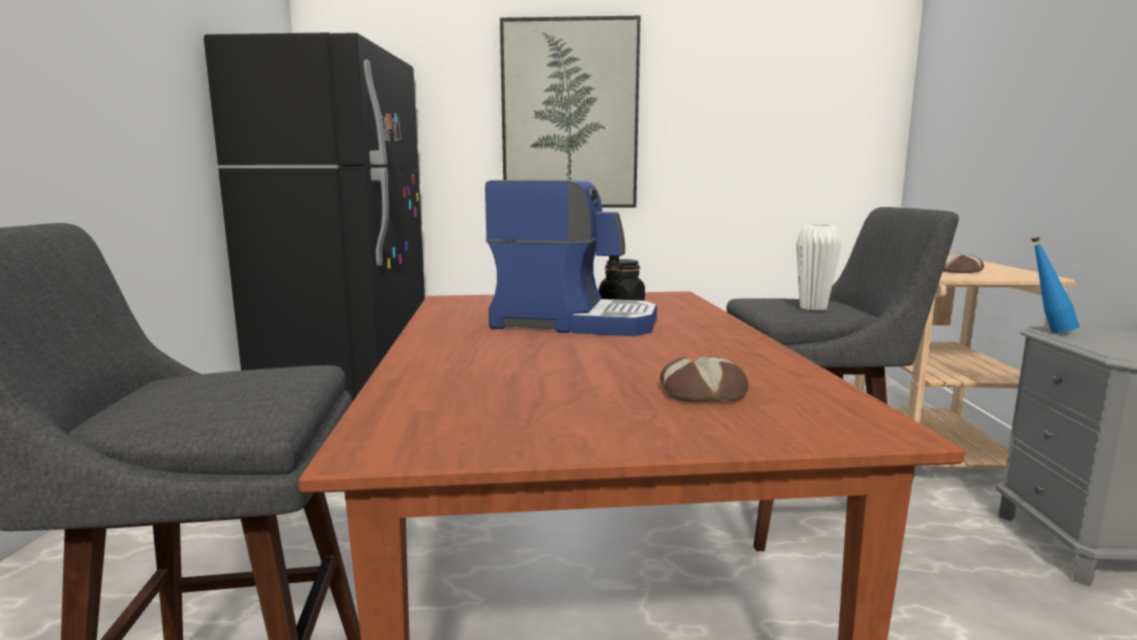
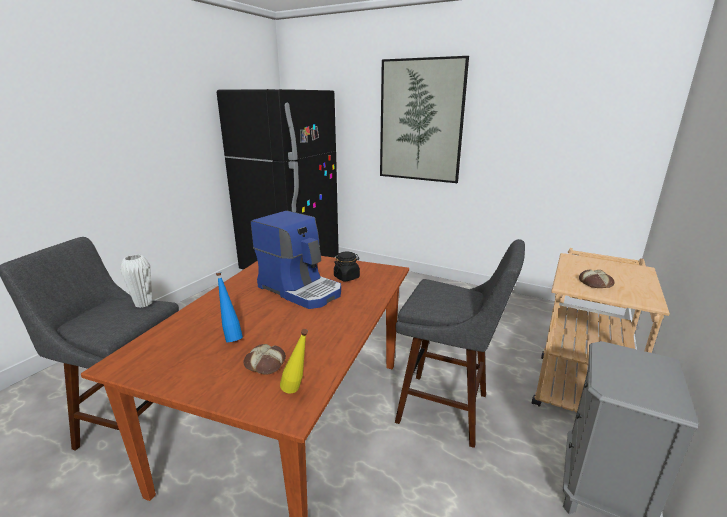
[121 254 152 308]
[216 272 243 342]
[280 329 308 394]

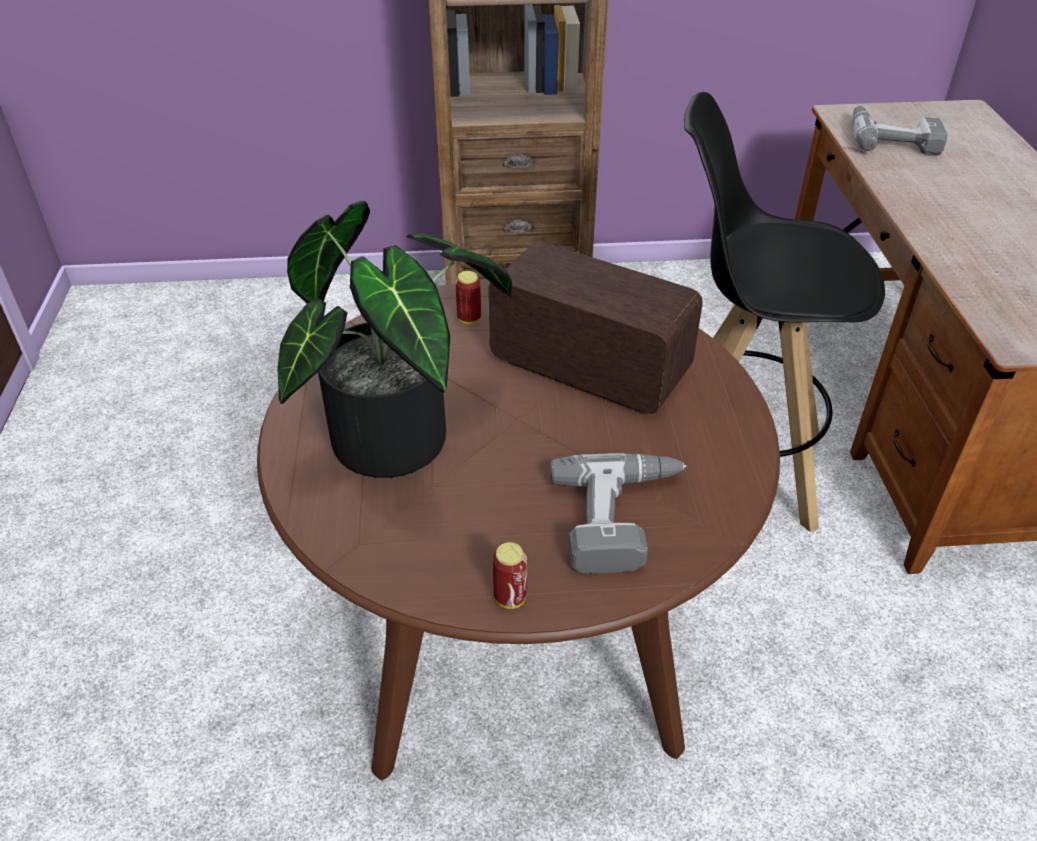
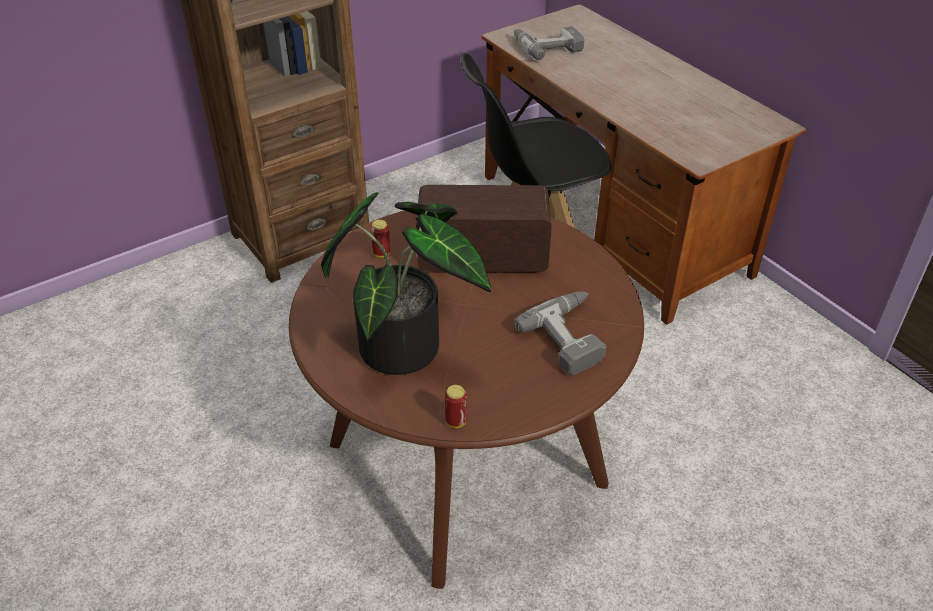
[445 385 467 428]

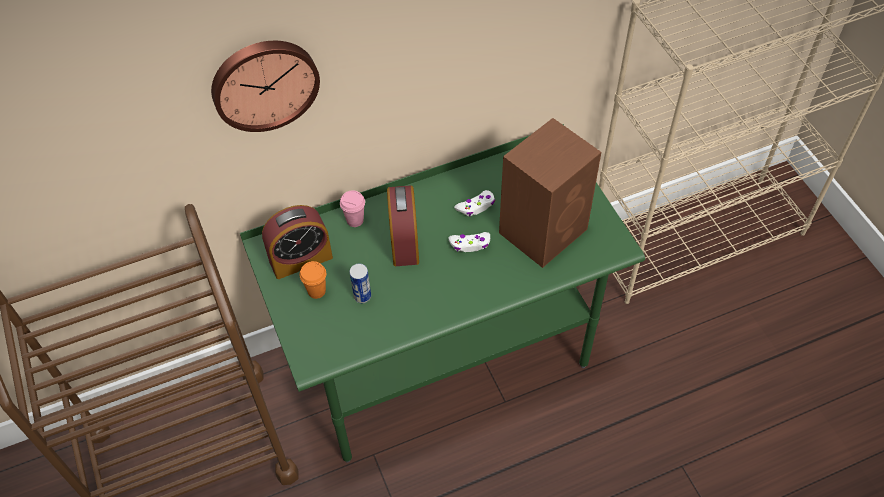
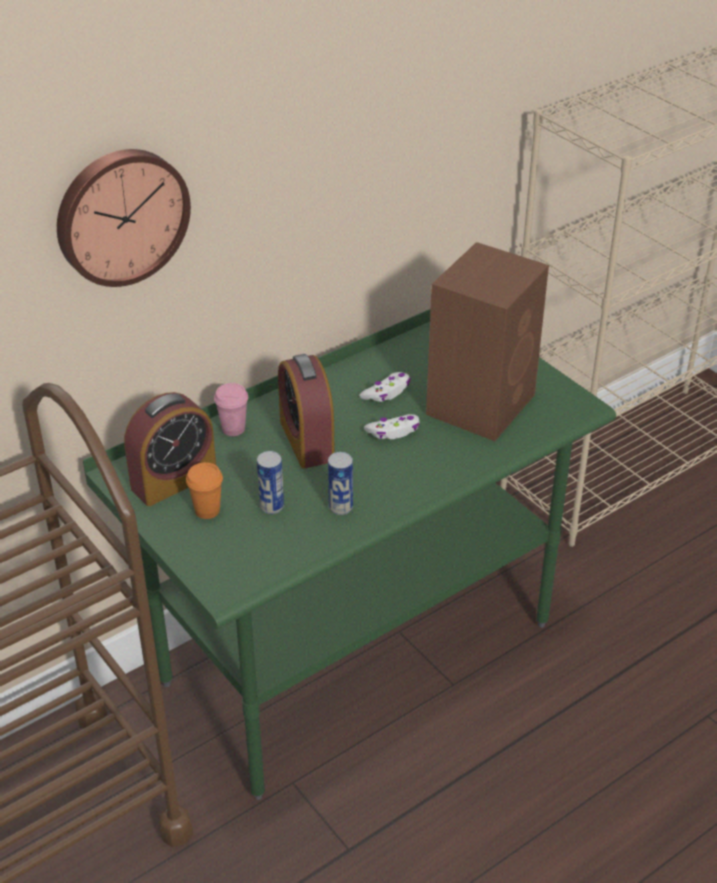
[328 452 353 515]

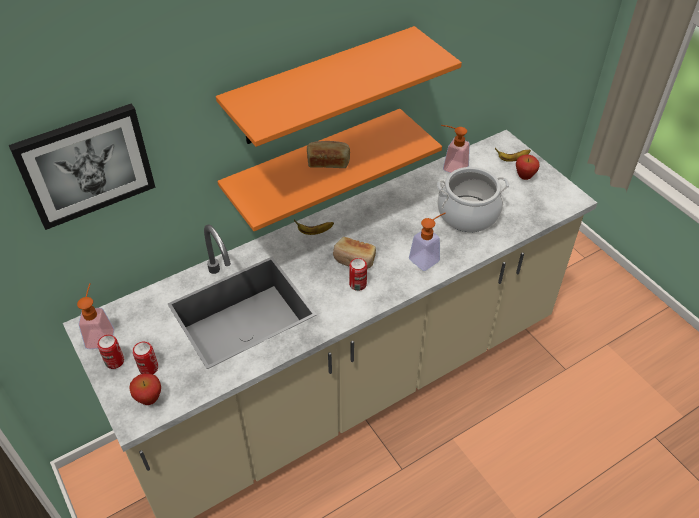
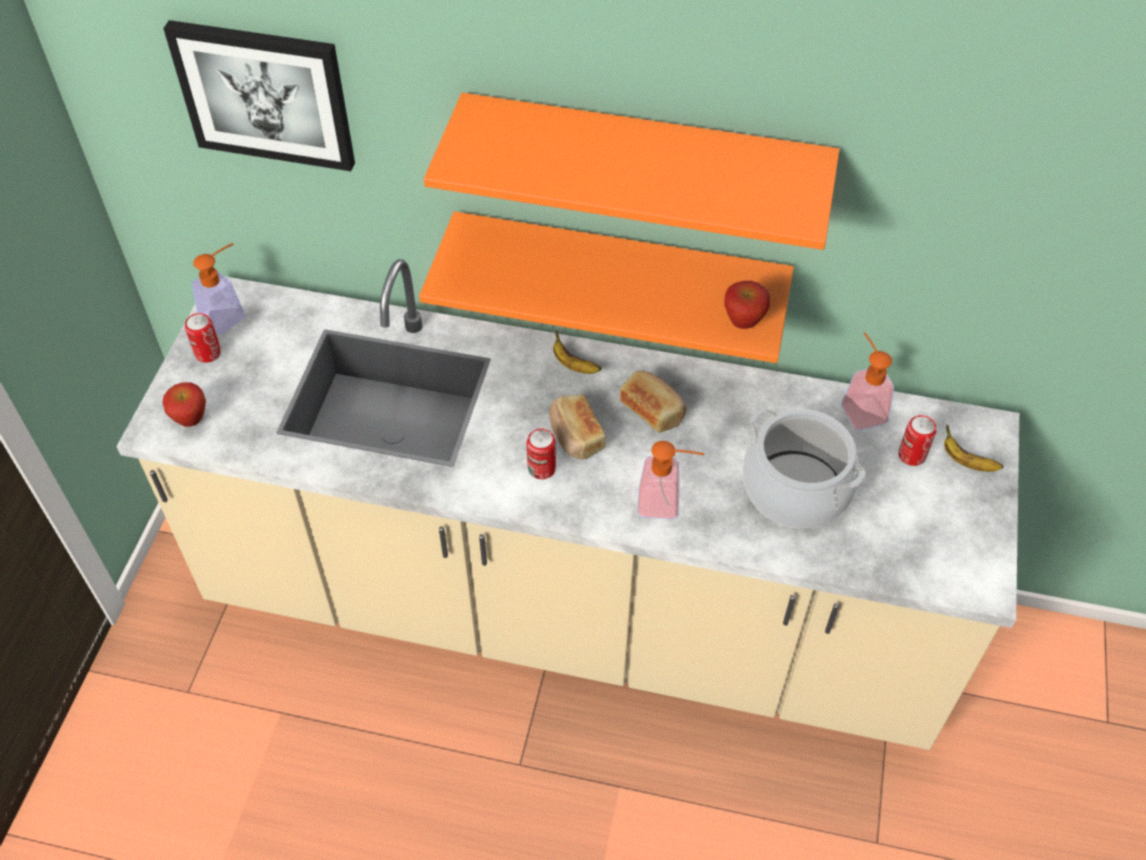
[898 415 936 466]
[619 370 686 433]
[725 281 770 329]

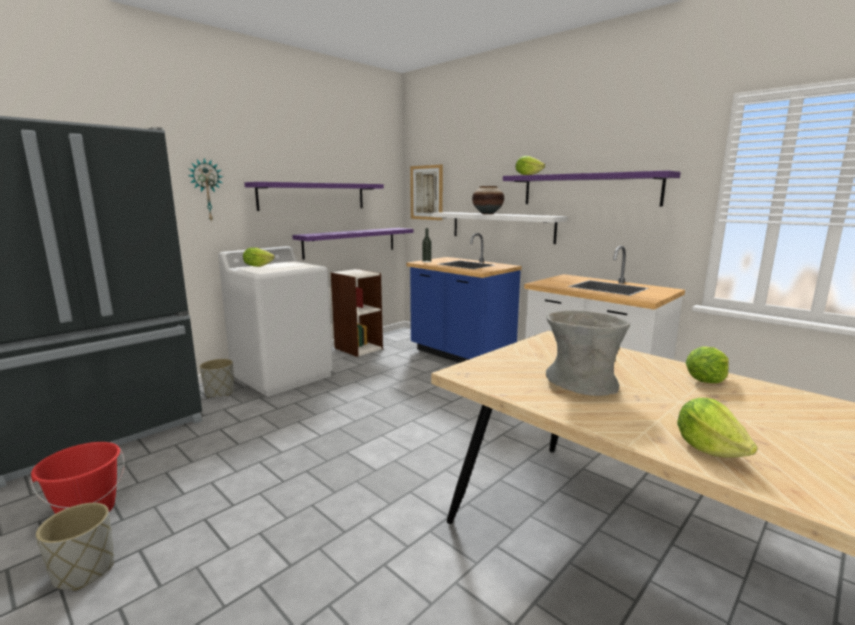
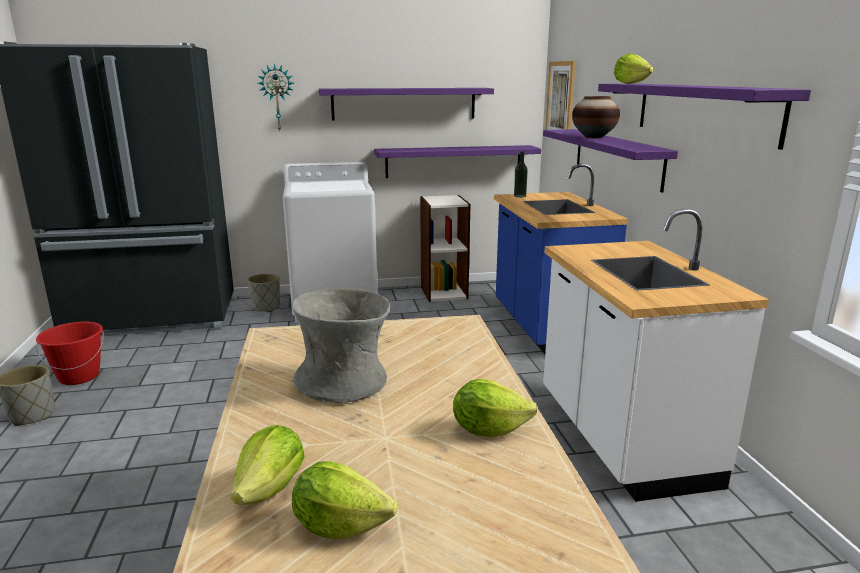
[292 461 397 540]
[543 129 678 193]

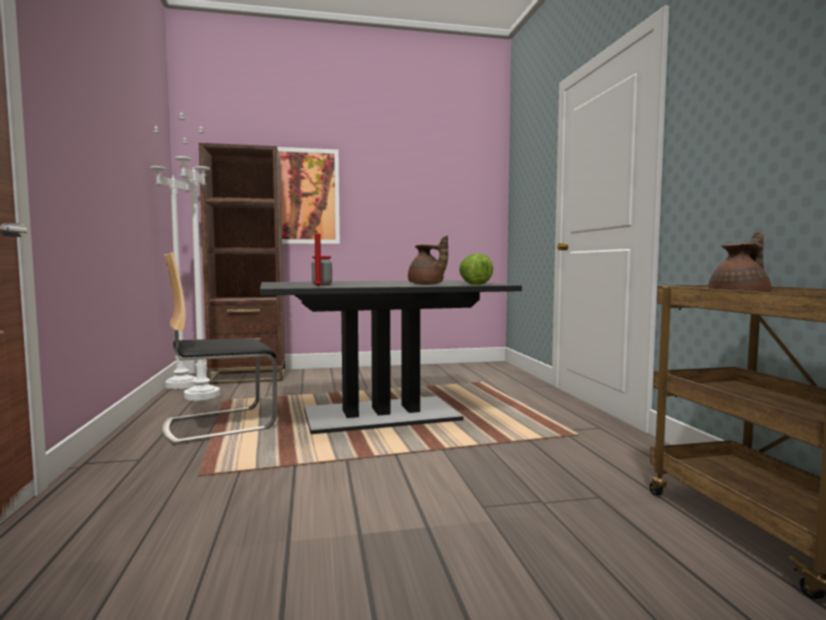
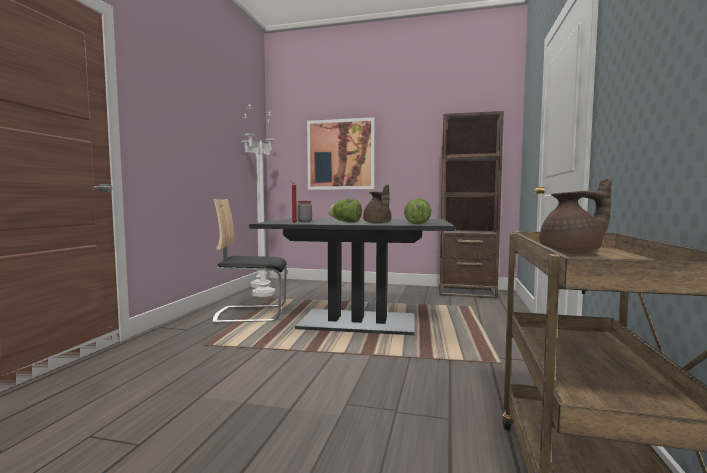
[439 111 504 299]
[328 198 362 223]

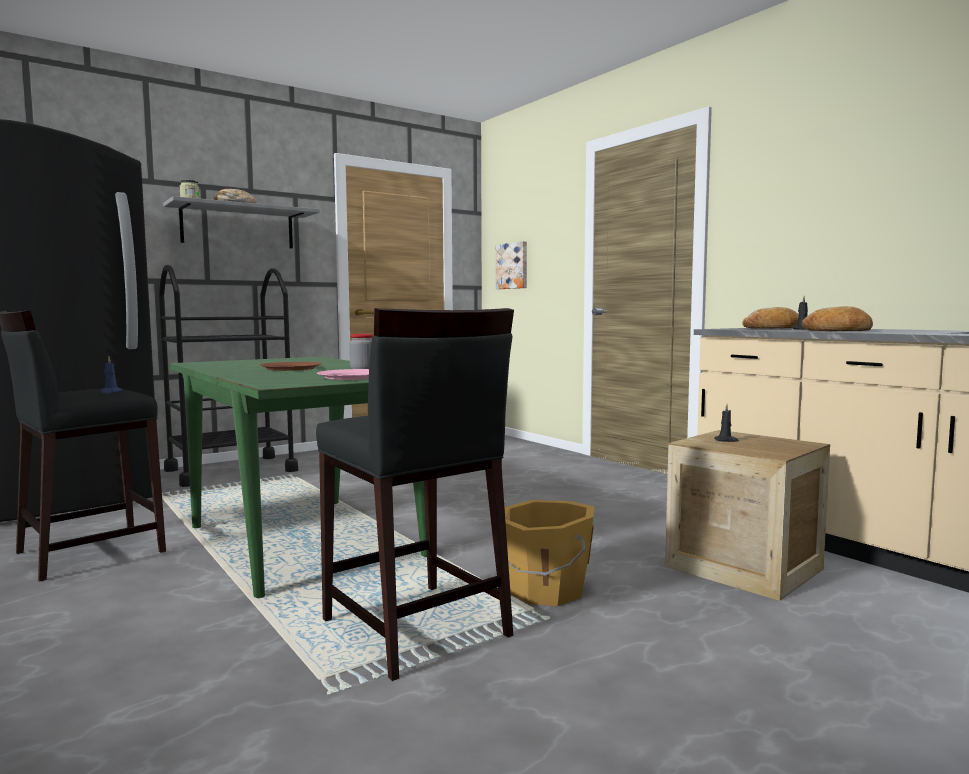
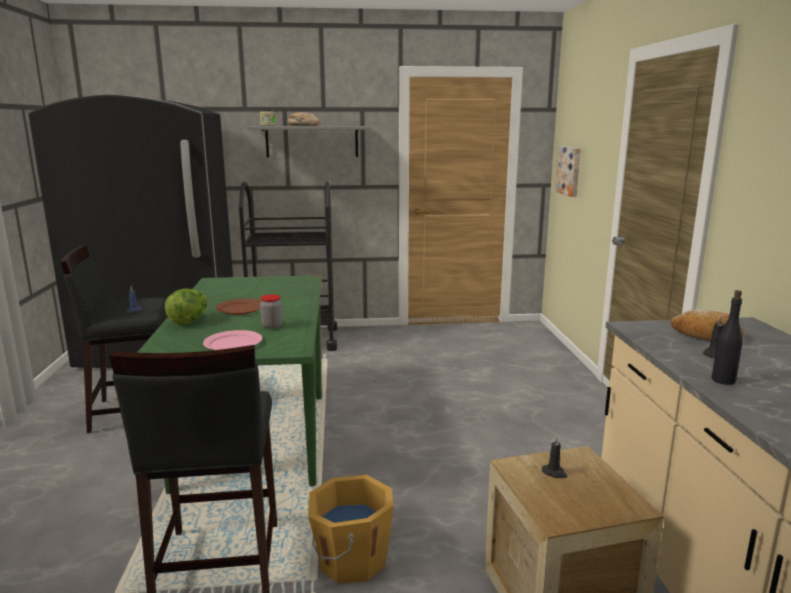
[712 290 743 385]
[165 288 207 325]

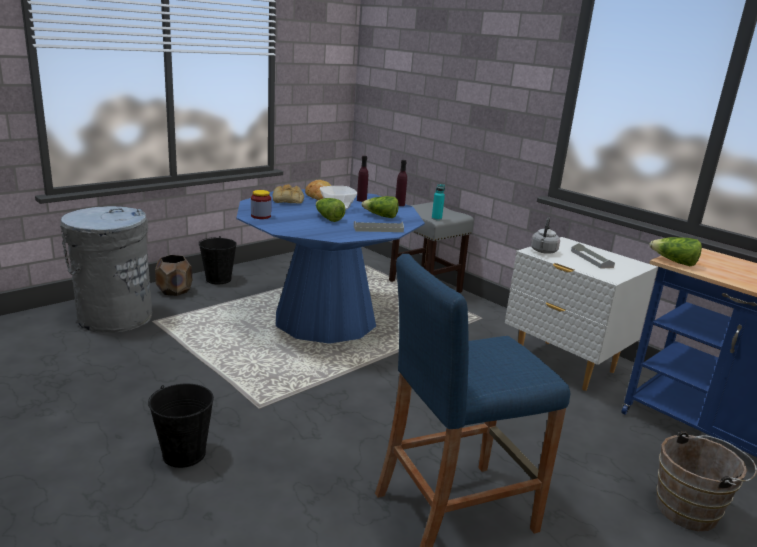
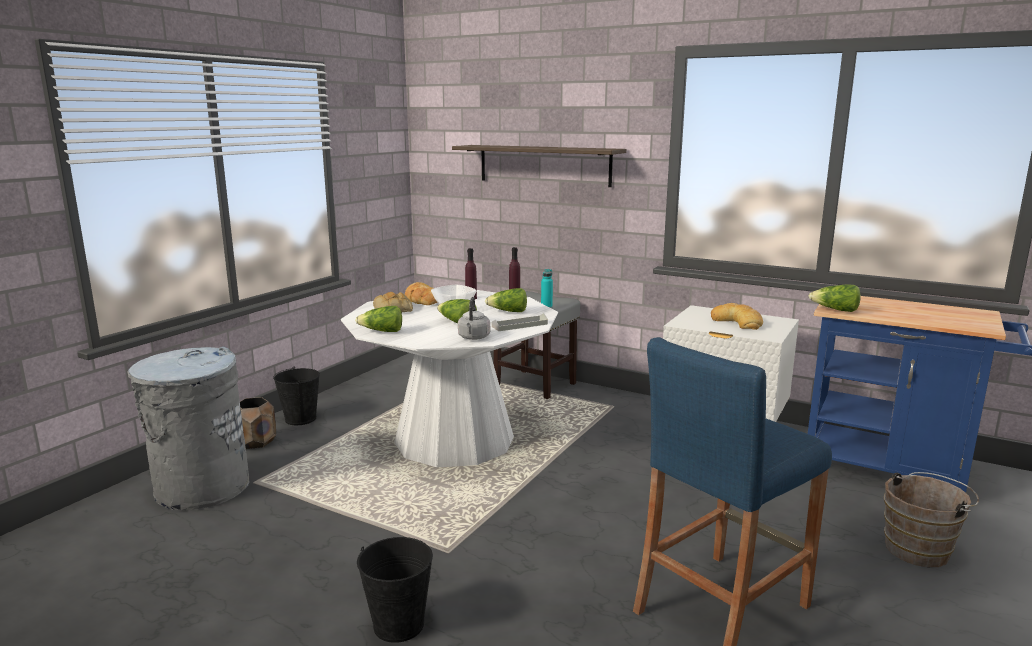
[341 290 558 467]
[355 306 402 332]
[458 297 490 340]
[711 303 763 330]
[452 145 626 187]

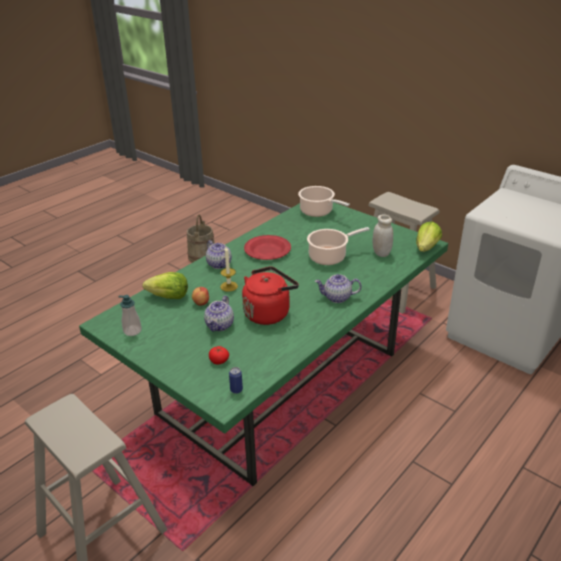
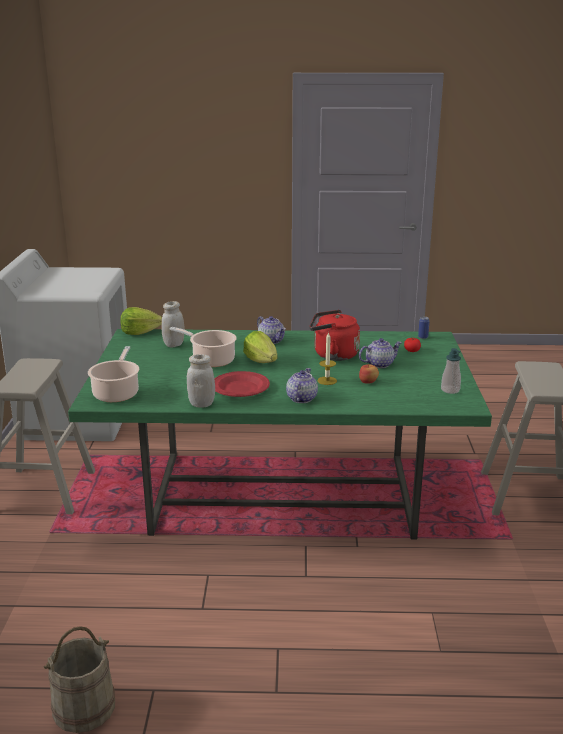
[243 331 277 363]
[187 354 215 408]

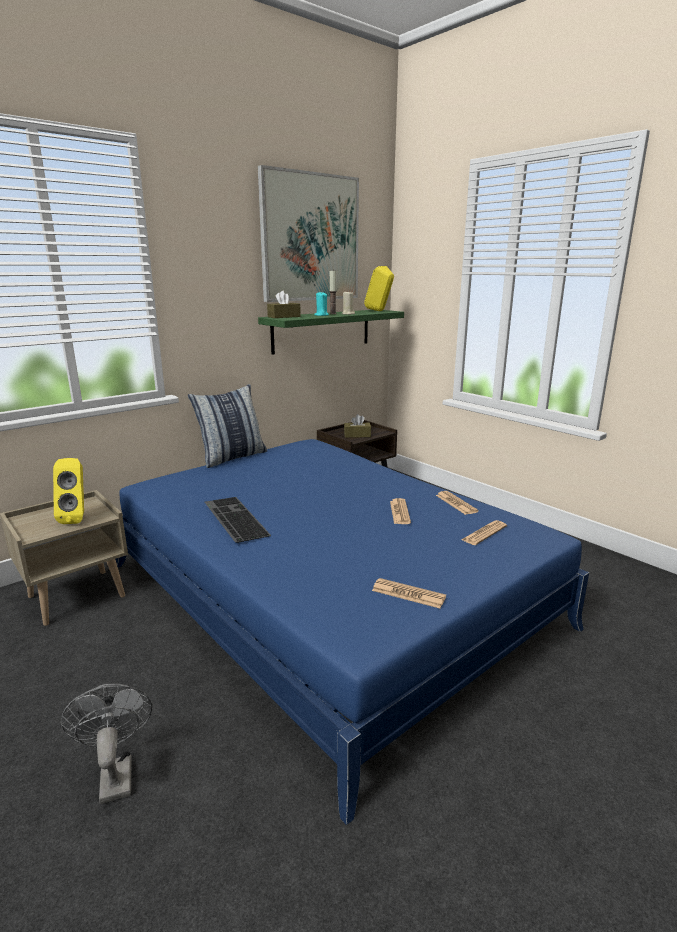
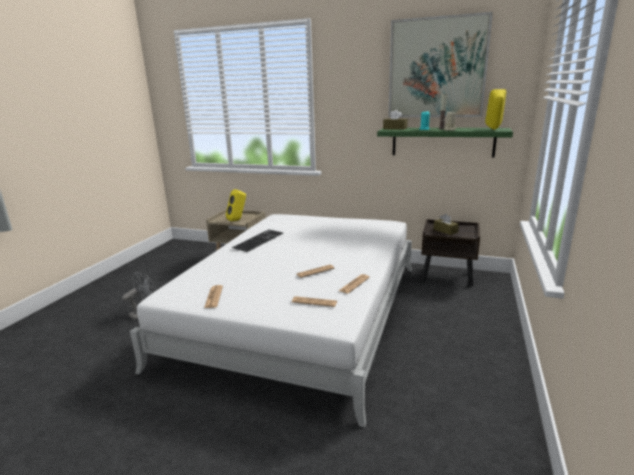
[130 214 412 428]
[188 384 267 468] (first image)

